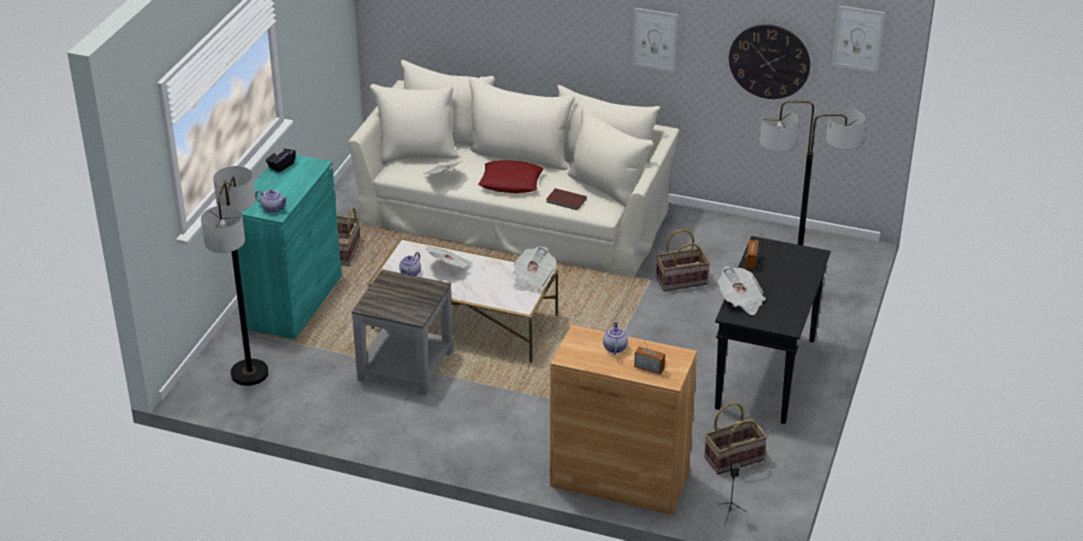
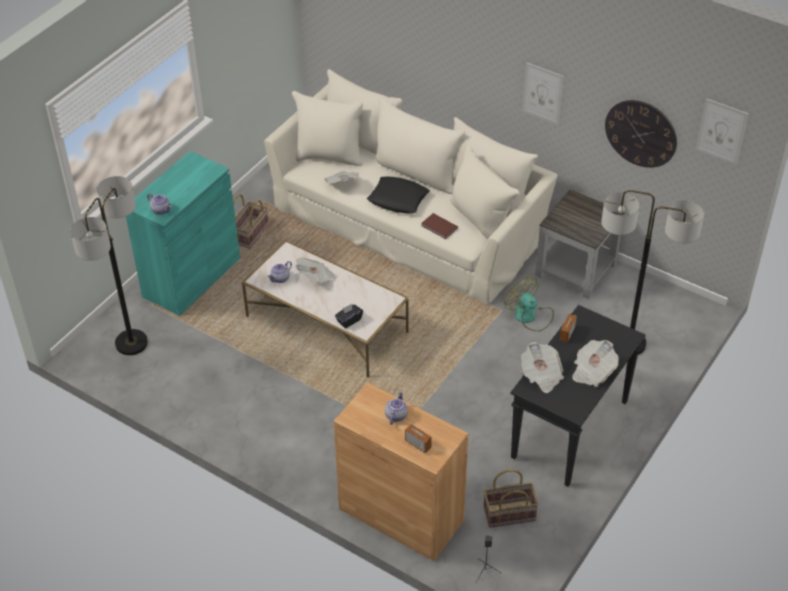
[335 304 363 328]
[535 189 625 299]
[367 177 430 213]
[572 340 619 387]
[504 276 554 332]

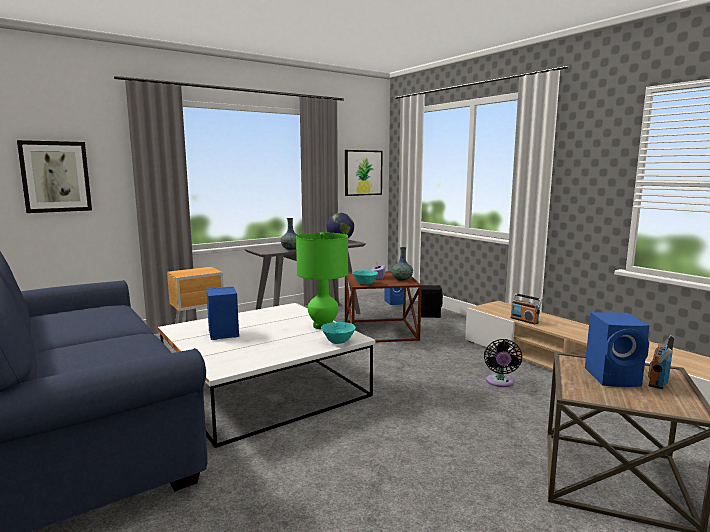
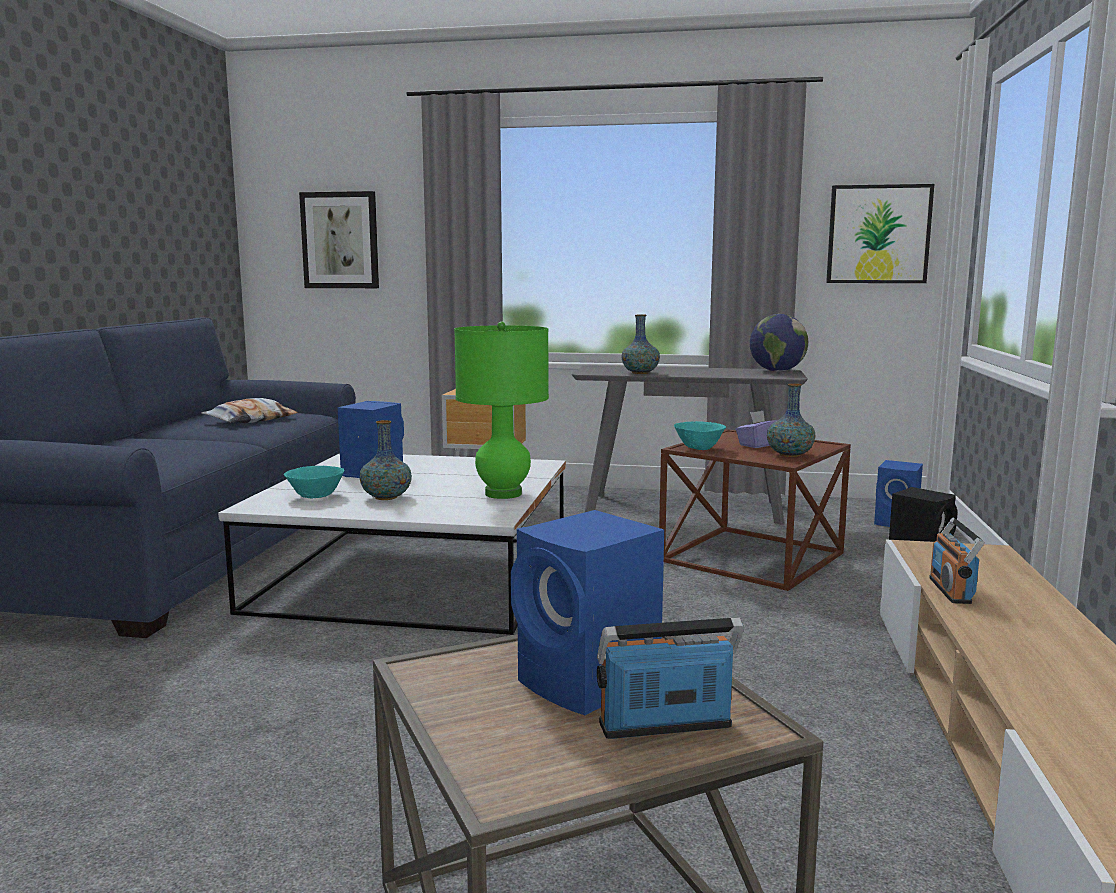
[284 466 344 498]
[484 339 522 387] (first image)
[201 398 298 423]
[360 420 412 500]

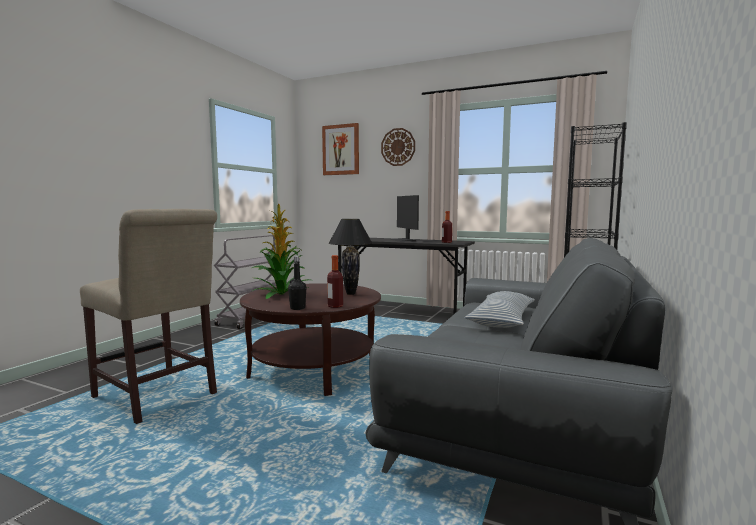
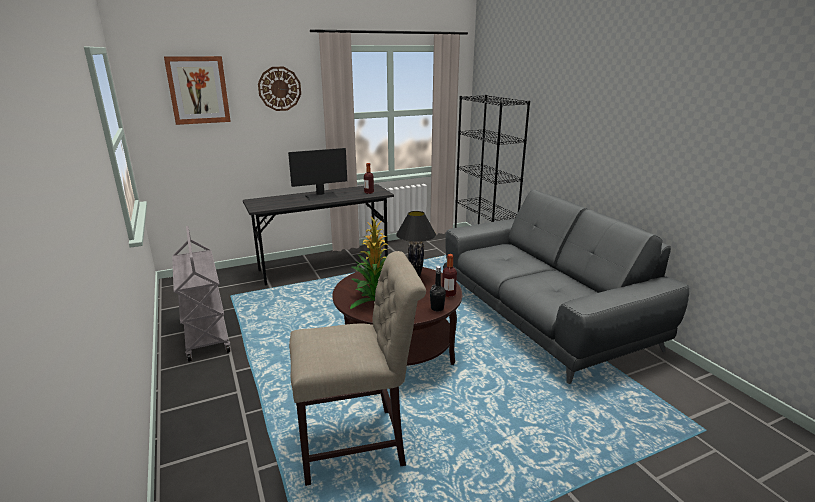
[288 148 347 201]
[465 291 535 328] (first image)

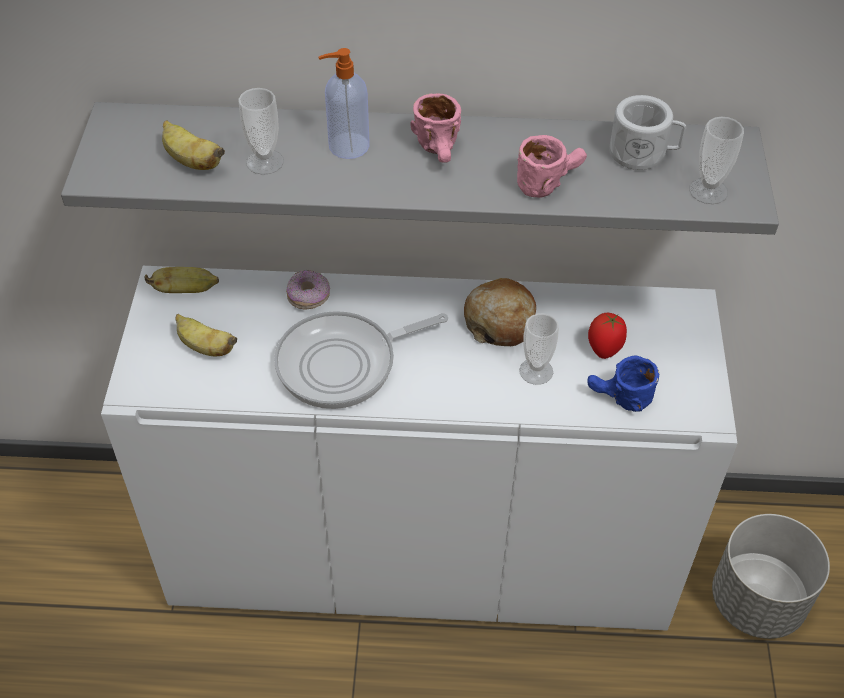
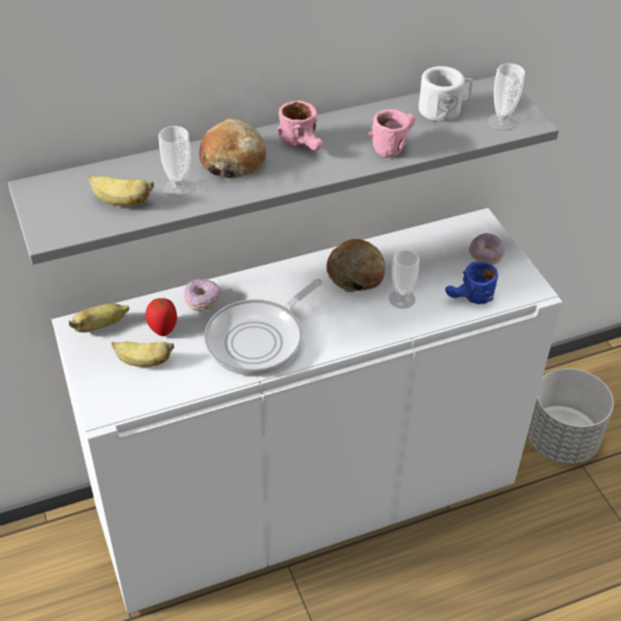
[199 118 266 178]
[146 297 177 336]
[469 233 505 264]

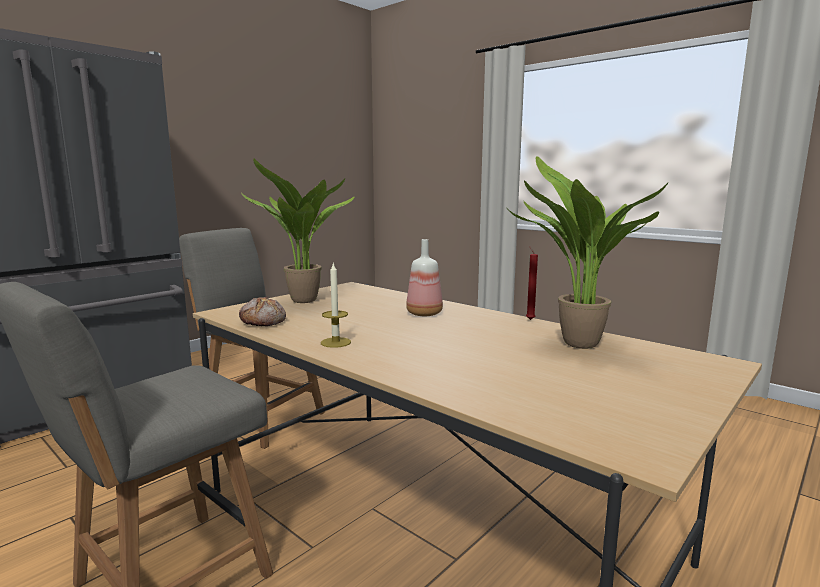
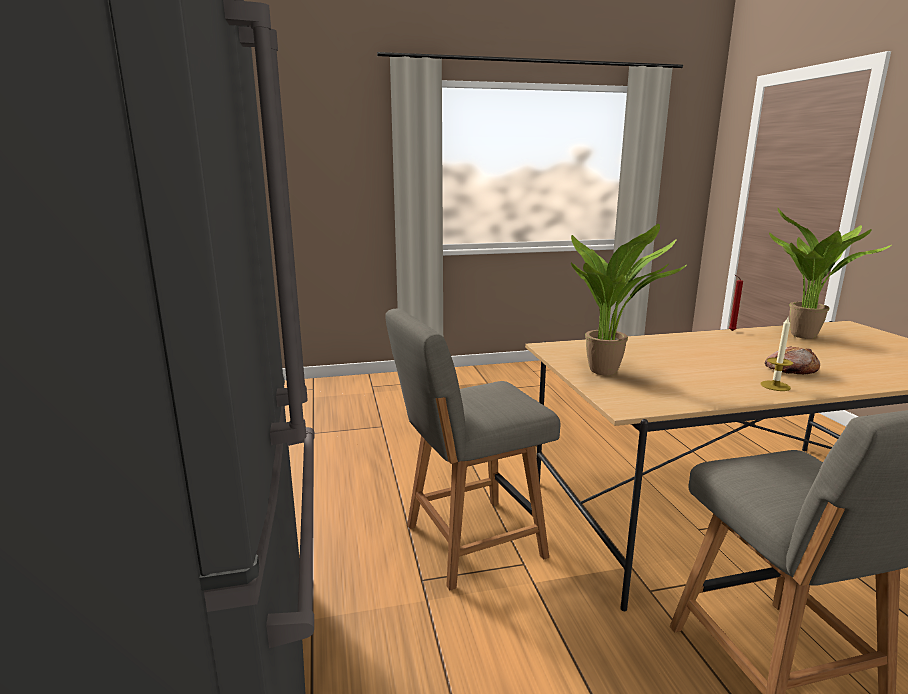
[765 347 820 374]
[406 239 443 316] (first image)

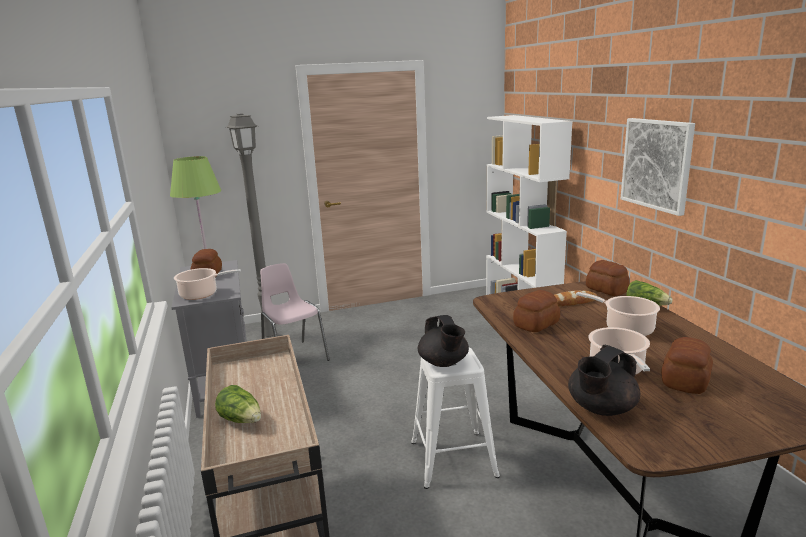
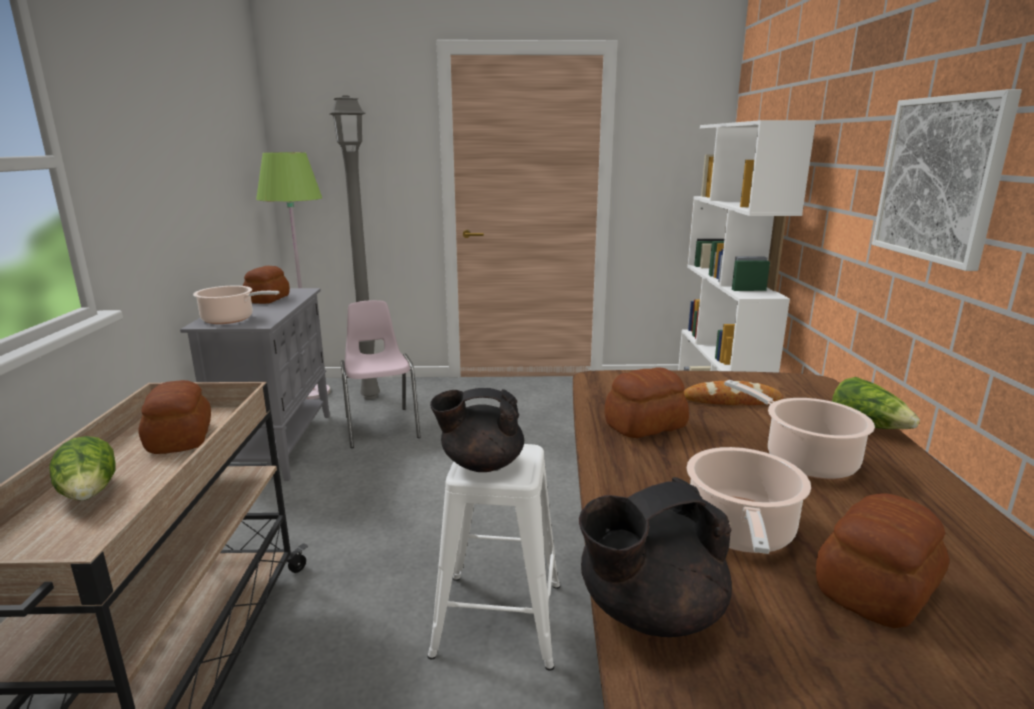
[430 388 524 472]
[138 380 211 454]

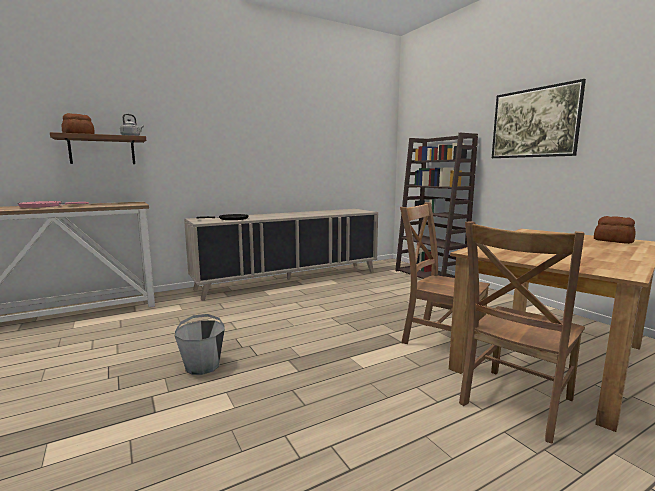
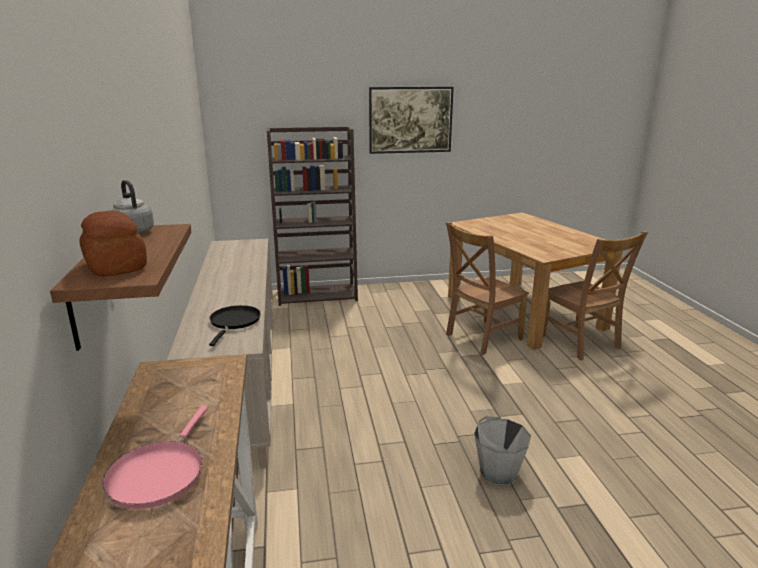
[594 216 635 244] (first image)

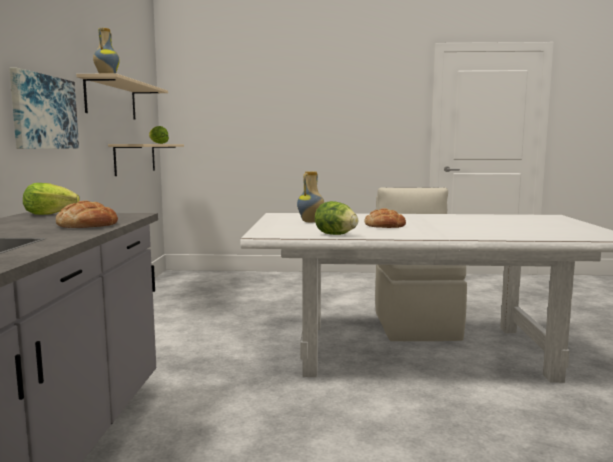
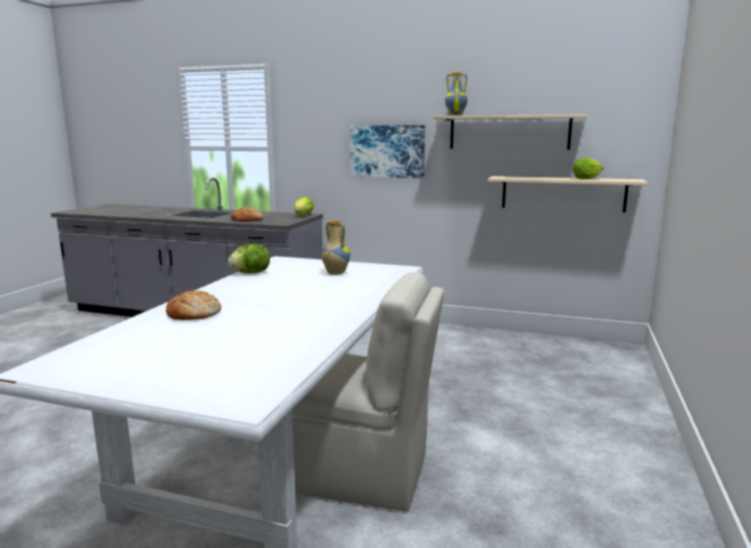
[166 291 221 320]

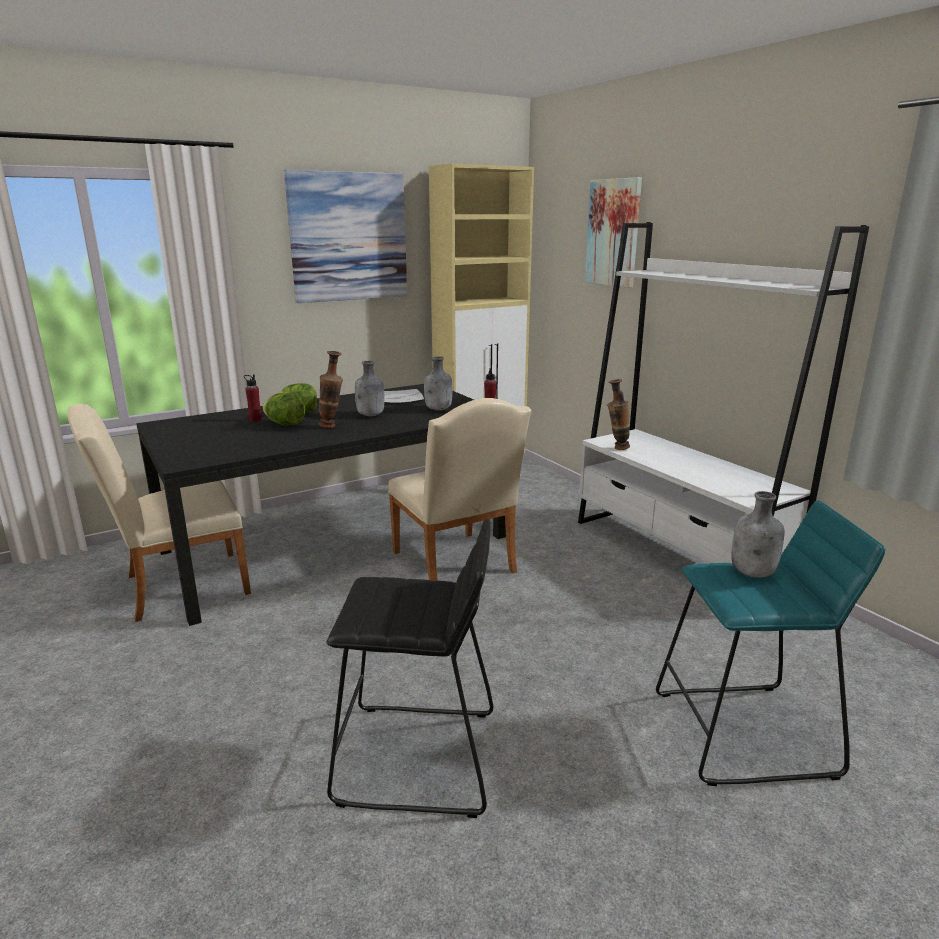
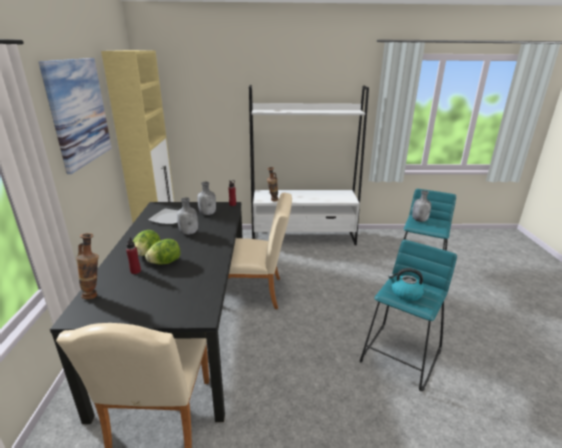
[76 233 99 299]
[360 240 457 392]
[585 177 642 288] (first image)
[388 268 424 301]

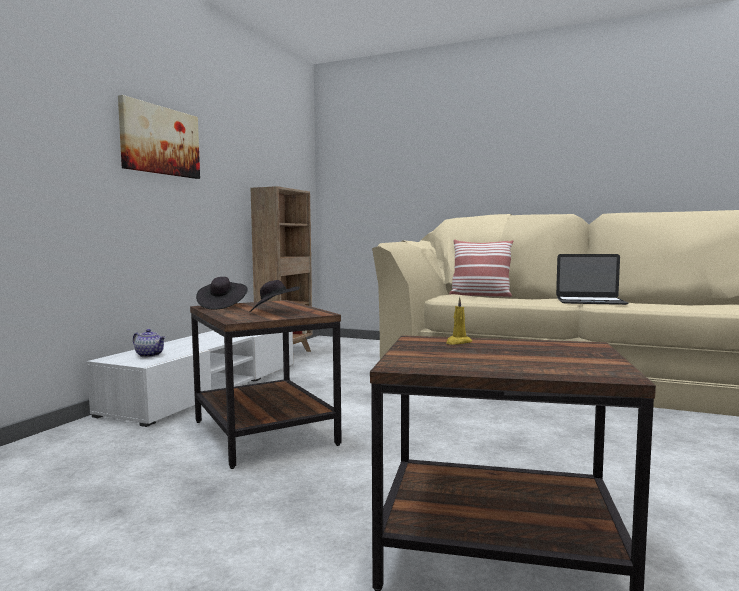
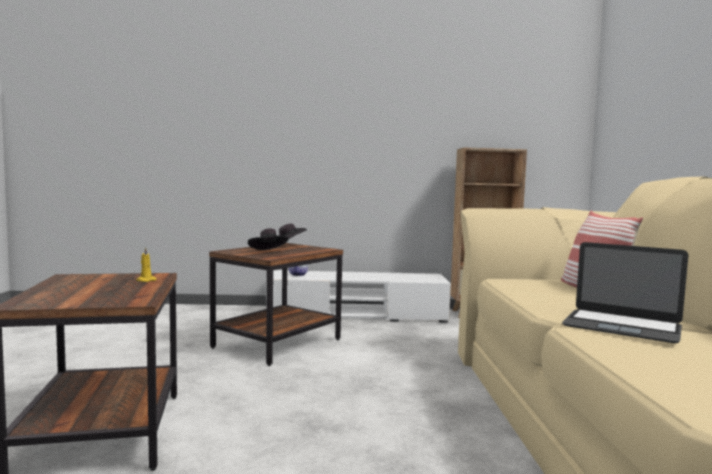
[118 95 200 179] (first image)
[562 242 688 343]

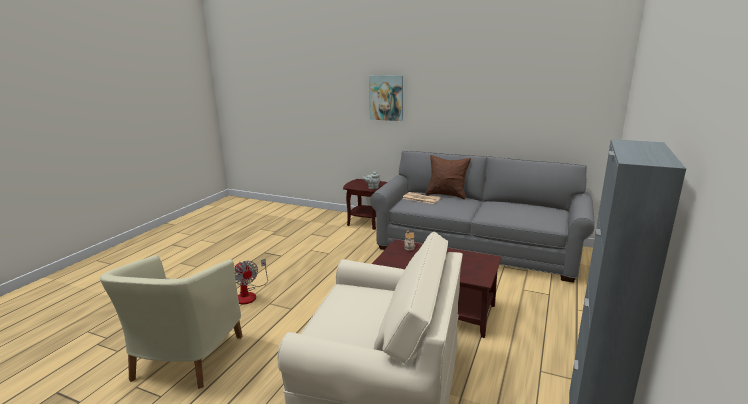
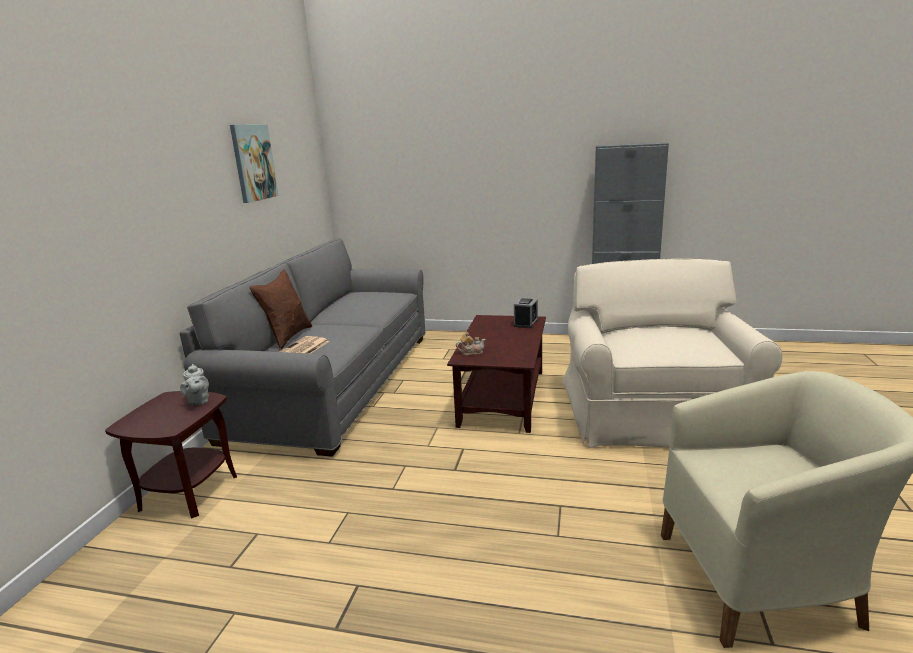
[235 259 268 305] (first image)
[230 124 279 203]
[514 298 538 328]

